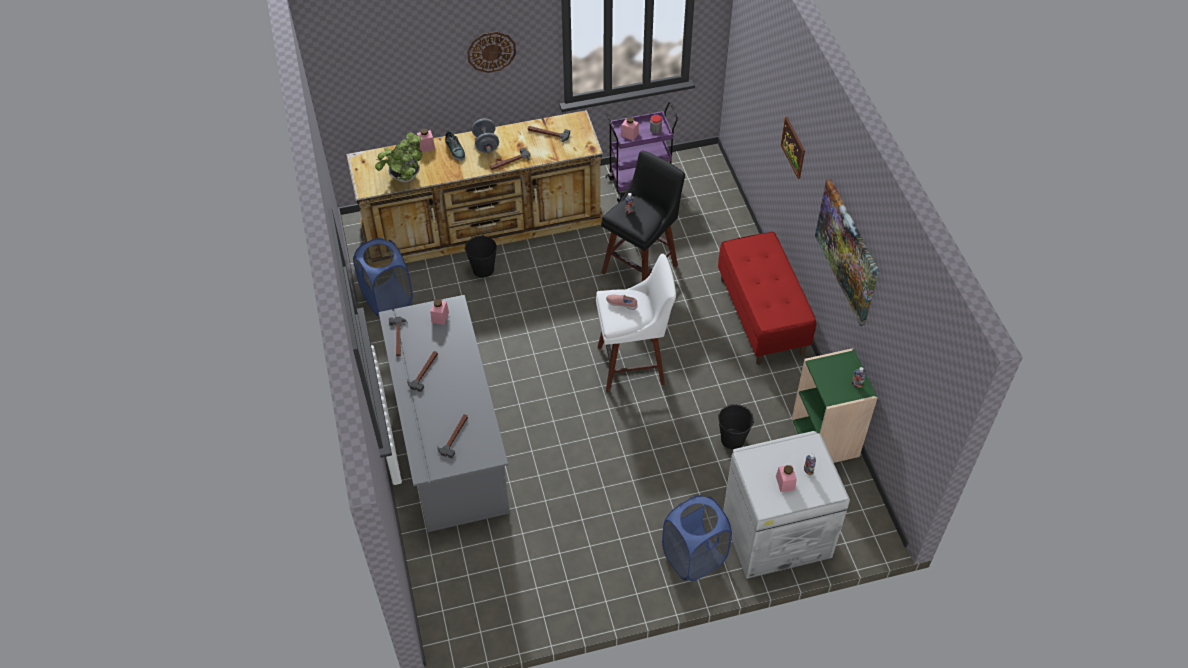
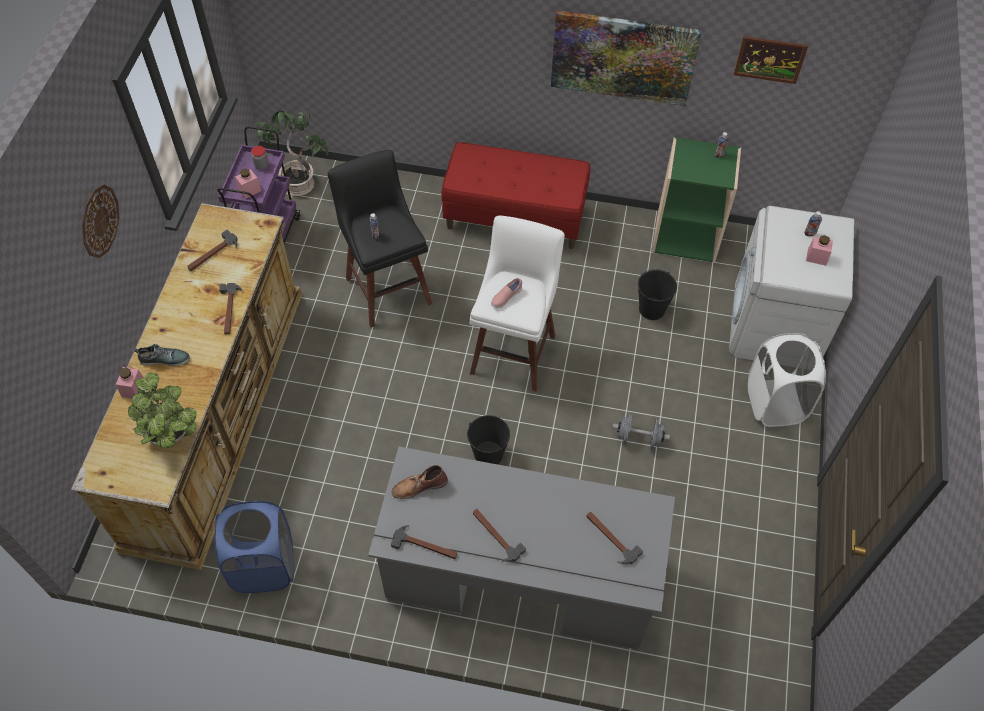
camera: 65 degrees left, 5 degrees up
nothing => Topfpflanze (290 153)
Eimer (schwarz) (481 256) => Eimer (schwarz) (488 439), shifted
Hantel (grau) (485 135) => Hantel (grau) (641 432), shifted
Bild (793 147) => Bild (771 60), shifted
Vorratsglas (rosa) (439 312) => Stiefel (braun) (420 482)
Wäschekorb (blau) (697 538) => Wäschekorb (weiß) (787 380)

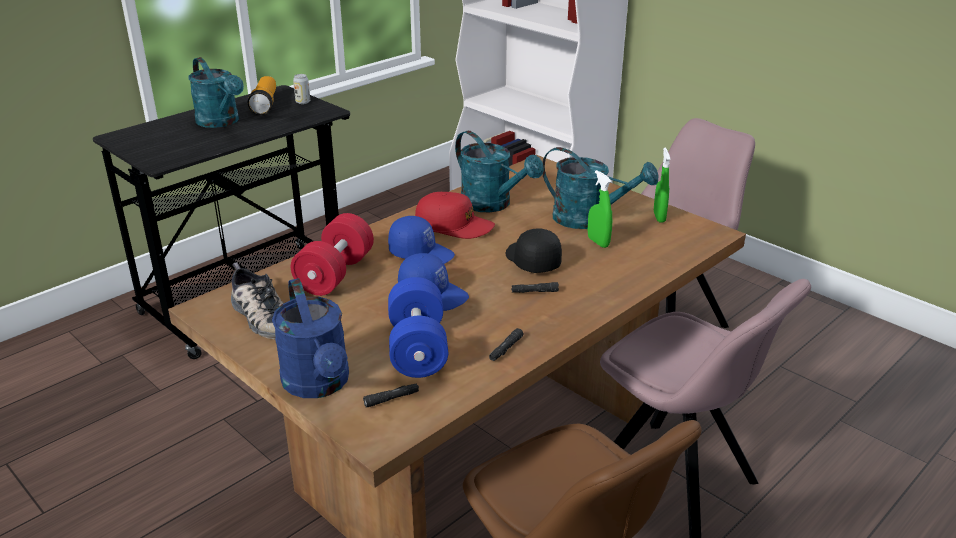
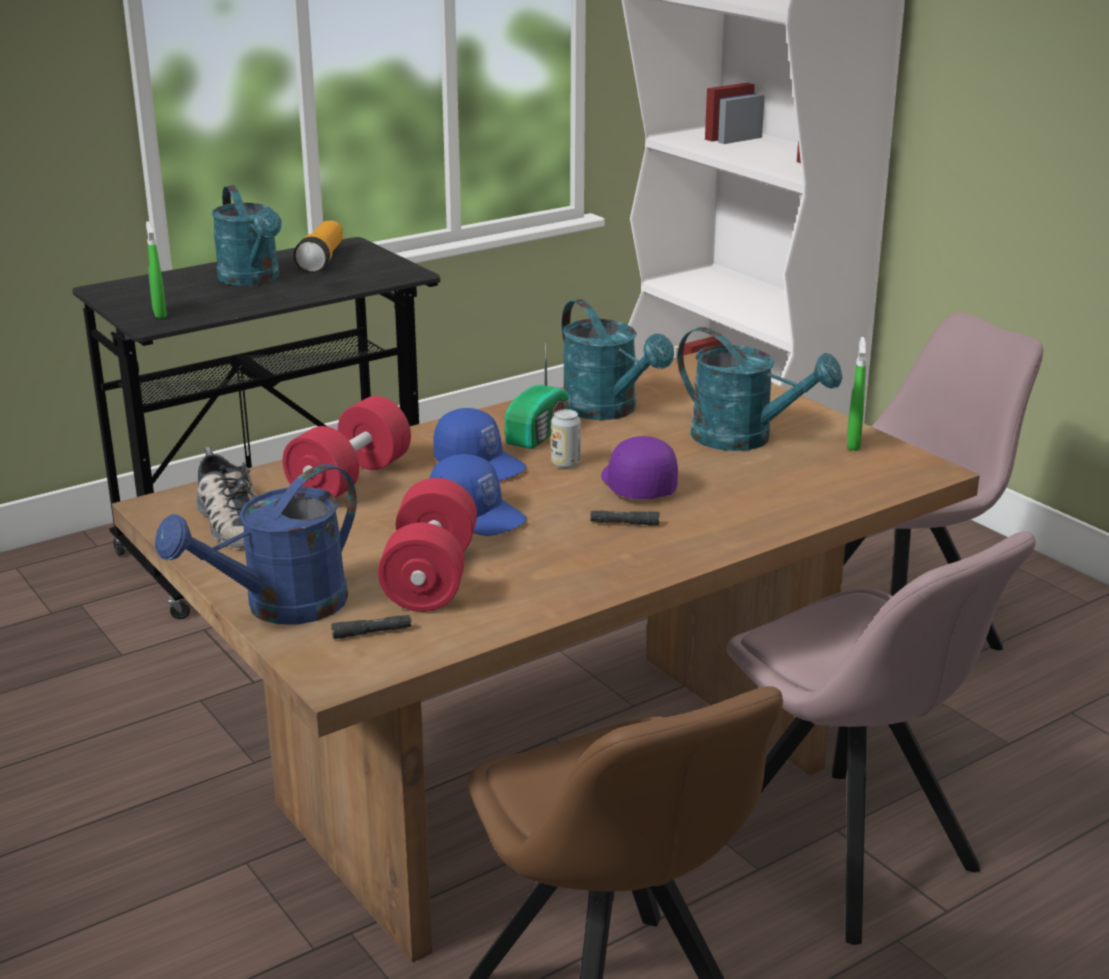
camera: 10 degrees right, 5 degrees down
Taschenlampe (schwarz) (506 344) => nothing
Dose (301 89) => Dose (566 438), shifted
Sprühflasche (grün) (600 209) => Sprühflasche (grün) (156 270), shifted
Kappe (rot) (455 215) => Radio (537 395)
Hantel (blau) (418 327) => Hantel (rot) (427 545)
Kappe (schwarz) (534 250) => Kappe (lila) (639 467)
Gießkanne (blau) (310 338) => Gießkanne (blau) (256 544), 60 degrees clockwise

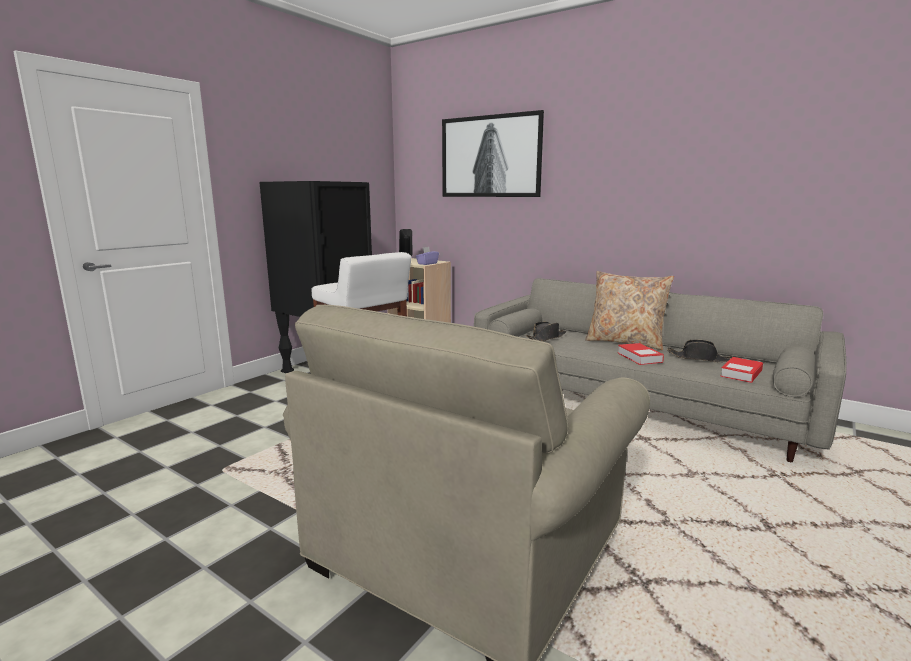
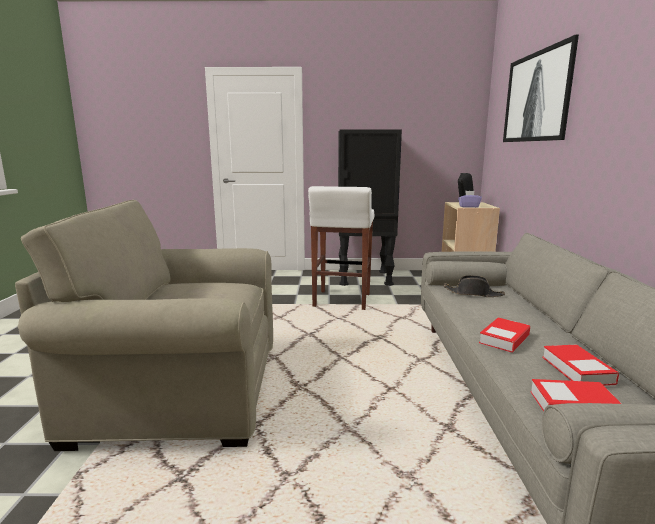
camera: 55 degrees right, 0 degrees up
Kissen (beige) (629 310) => nothing
Hut (schwarz) (699 351) => Buch (580 365)

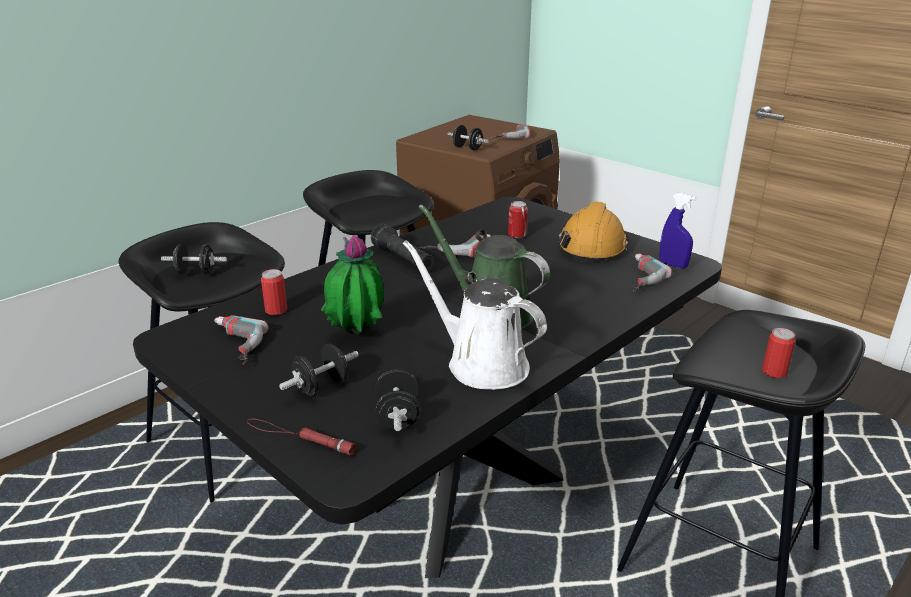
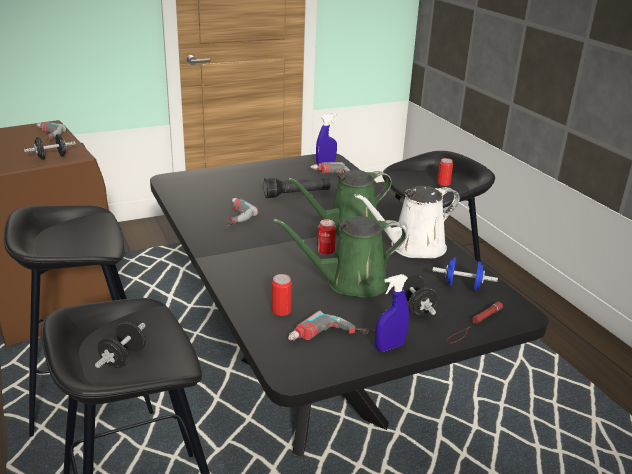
camera: 70 degrees left, 0 degrees up
Schutzhelm (orange) (593 232) => nothing
nothing => Sprühflasche (blau) (392 312)
Taschenlampe (schwarz) (402 246) => Taschenlampe (schwarz) (297 187), shifted
Dose (518 219) => Dose (326 237), shifted
Topfpflanze (352 285) => Gießkanne (grün) (340 257)
Hantel (schwarz) (398 400) => Hantel (blau) (465 274)

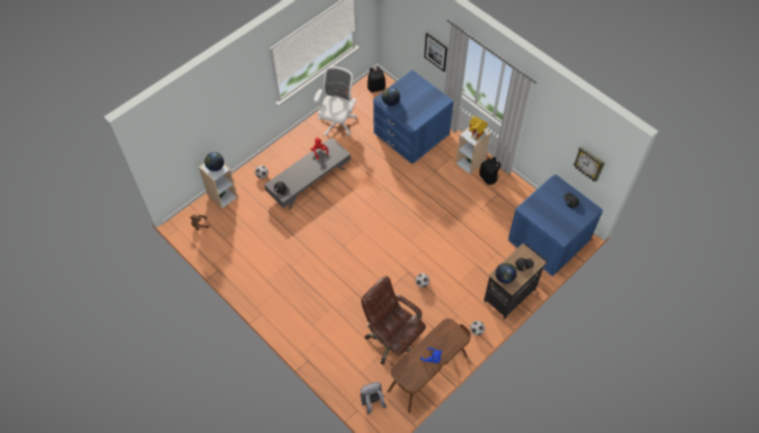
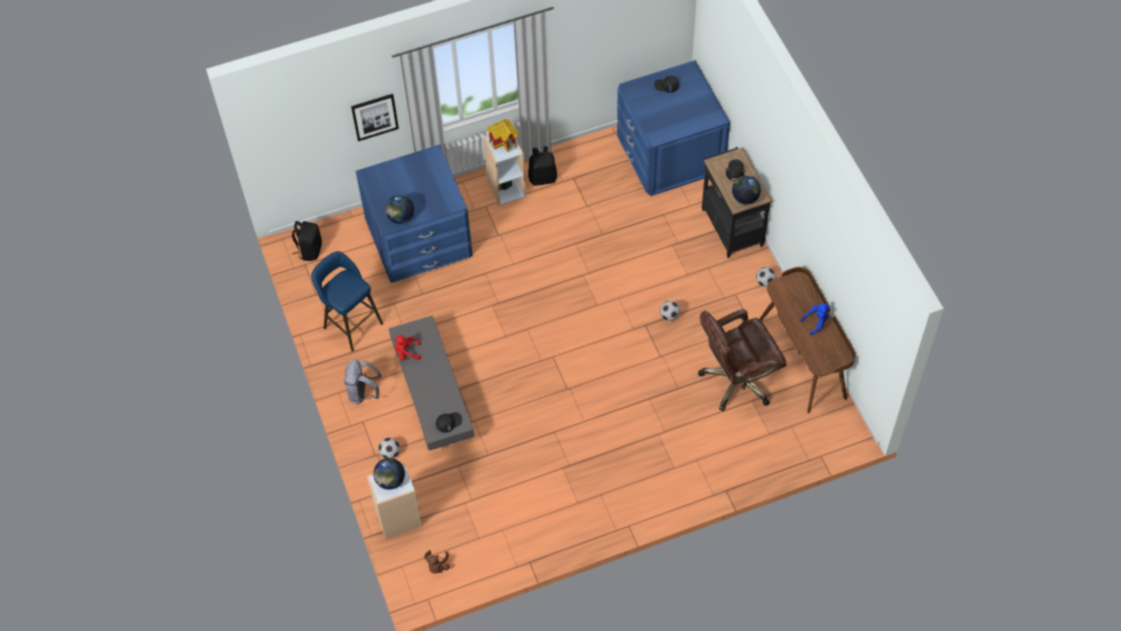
camera: 65 degrees left, 0 degrees up
Wanduhr (589 164) => nothing
Rucksack (grau) (373 398) => Rucksack (grau) (363 381), shifted
Bürostuhl (weiß) (335 101) => Hocker (blau) (347 301)

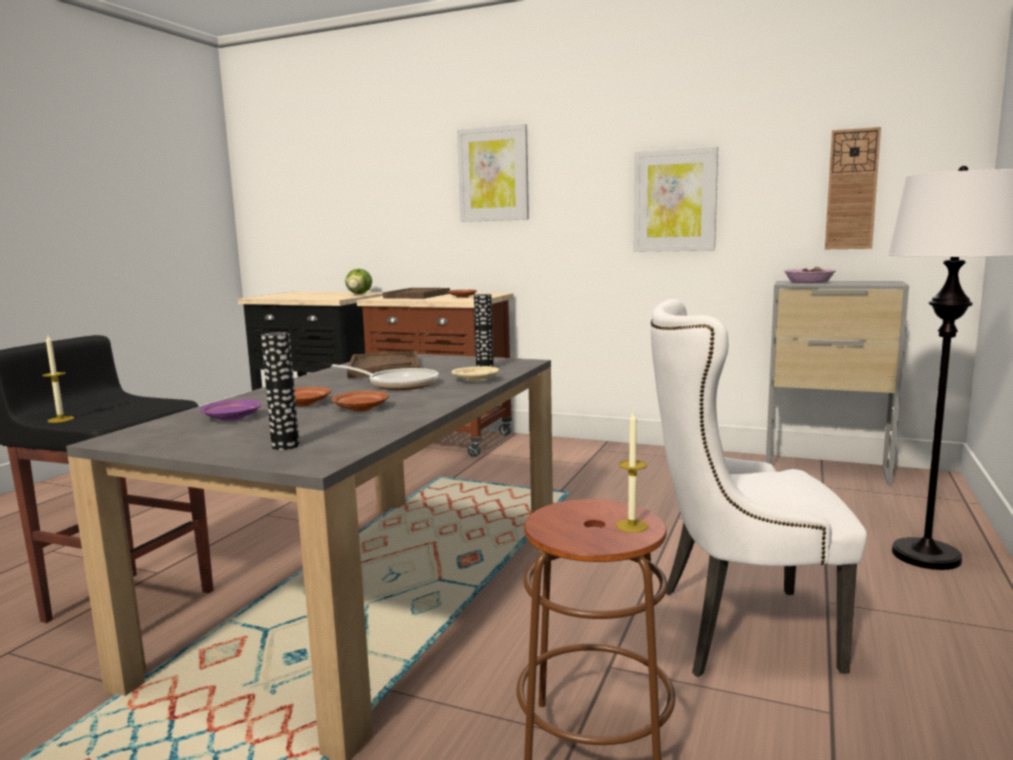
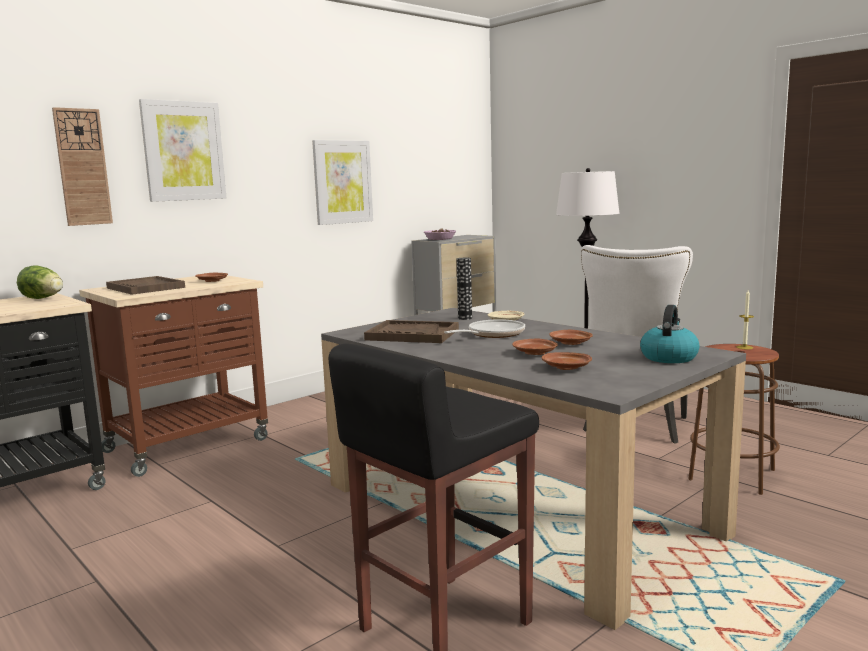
camera: 65 degrees left, 0 degrees up
Kerze (58 379) => nothing
Wanduhr (853 188) => Wanduhr (82 166), shifted
Vase (280 391) => Wasserkessel (669 334)
Teller (lila) (230 410) => Teller (braun) (567 361)

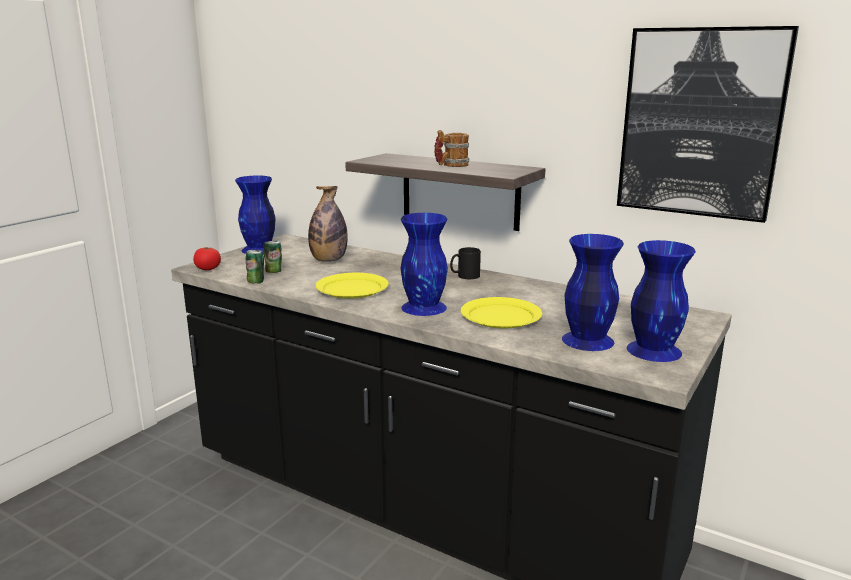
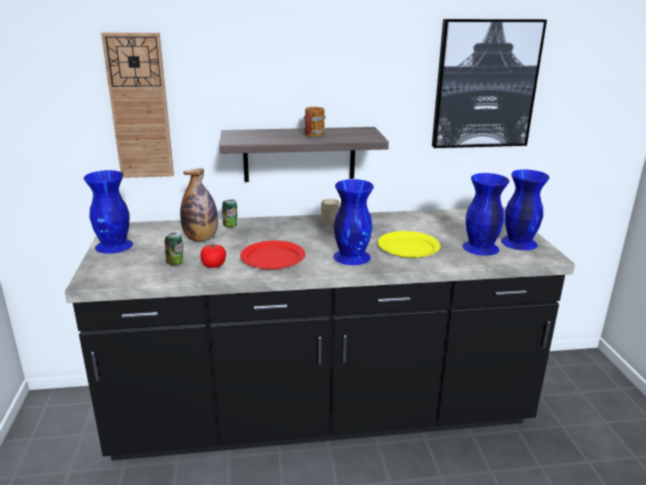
camera: 40 degrees left, 5 degrees up
nothing => Wanduhr (137 105)
Tomate (207 258) => Tomate (213 256), shifted
Dose (255 266) => Dose (229 213), shifted
Teller (gelb) (352 285) => Teller (rot) (272 255)
Henkelbecher (schwarz) (465 263) => Henkelbecher (beige) (330 212)

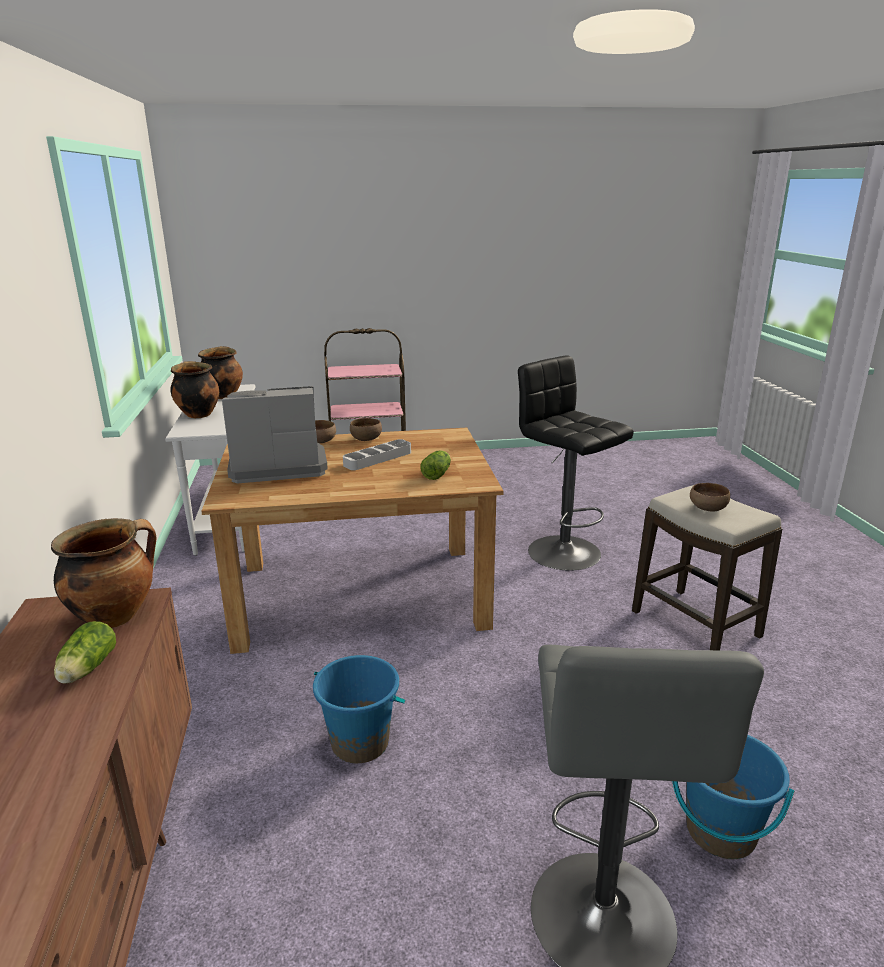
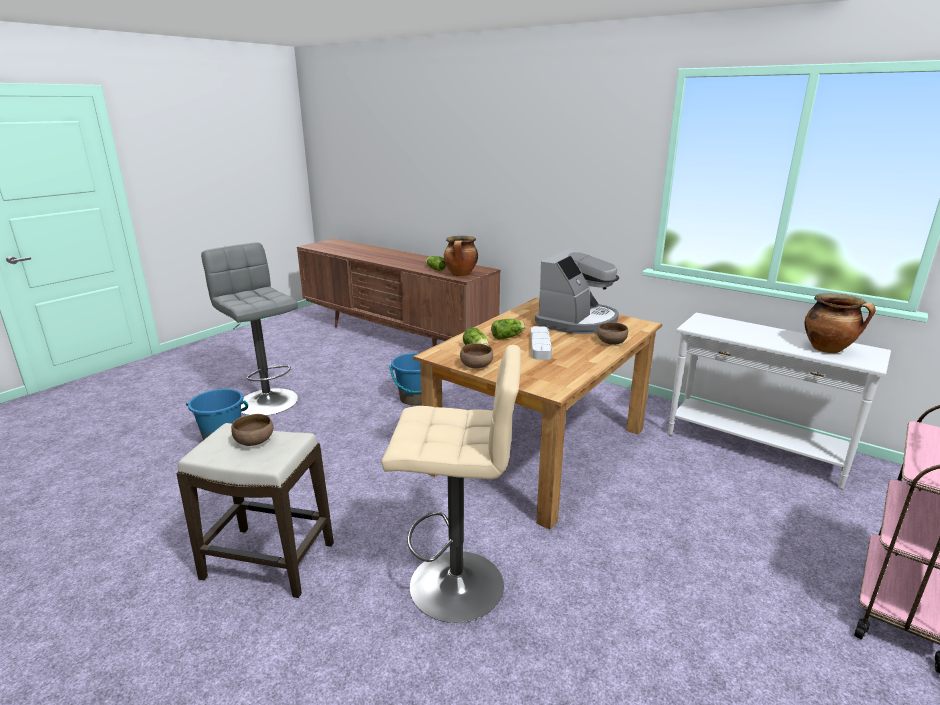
camera: 135 degrees right, 0 degrees up
Kochtopf (194 389) => nothing
nothing => Salatkopf (508 329)
Schüssel (braun) (366 429) => Schüssel (braun) (476 355), shifted
Hocker (schwarz) (576 463) => Hocker (beige) (451 484)

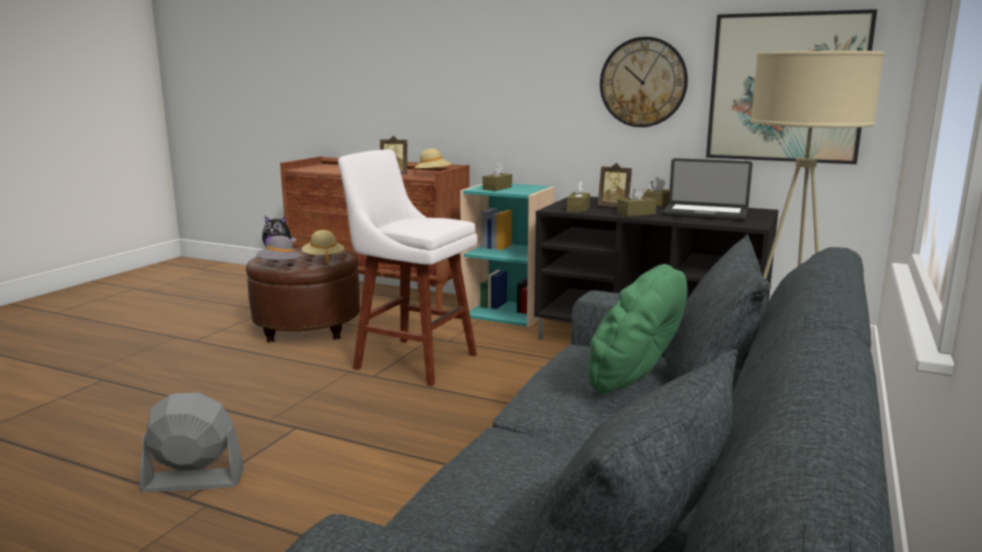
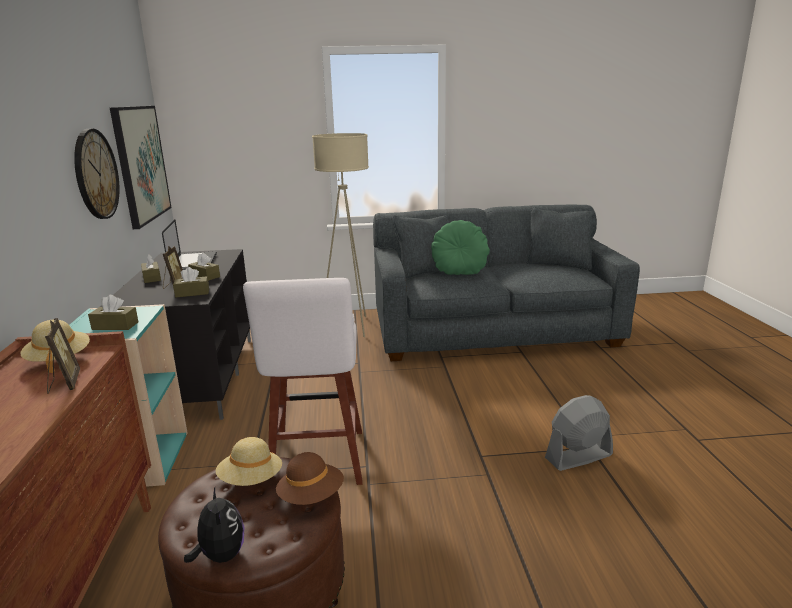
camera: 120 degrees left, 5 degrees up
Hut (grau) (279 249) => Hut (braun) (310 478)
Ventilator (grau) (191 442) => Ventilator (grau) (579 433), 105 degrees clockwise

